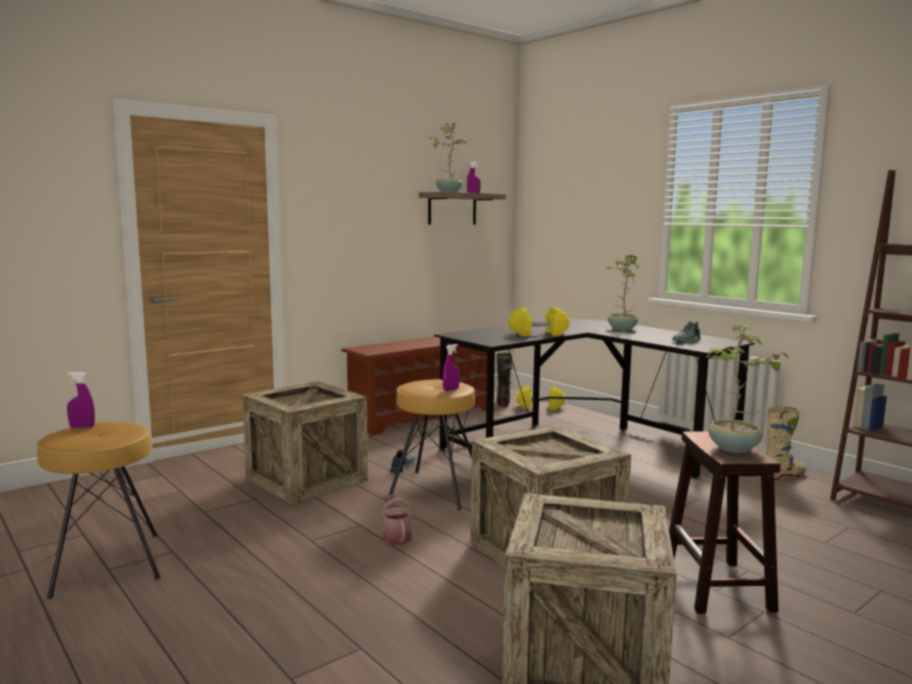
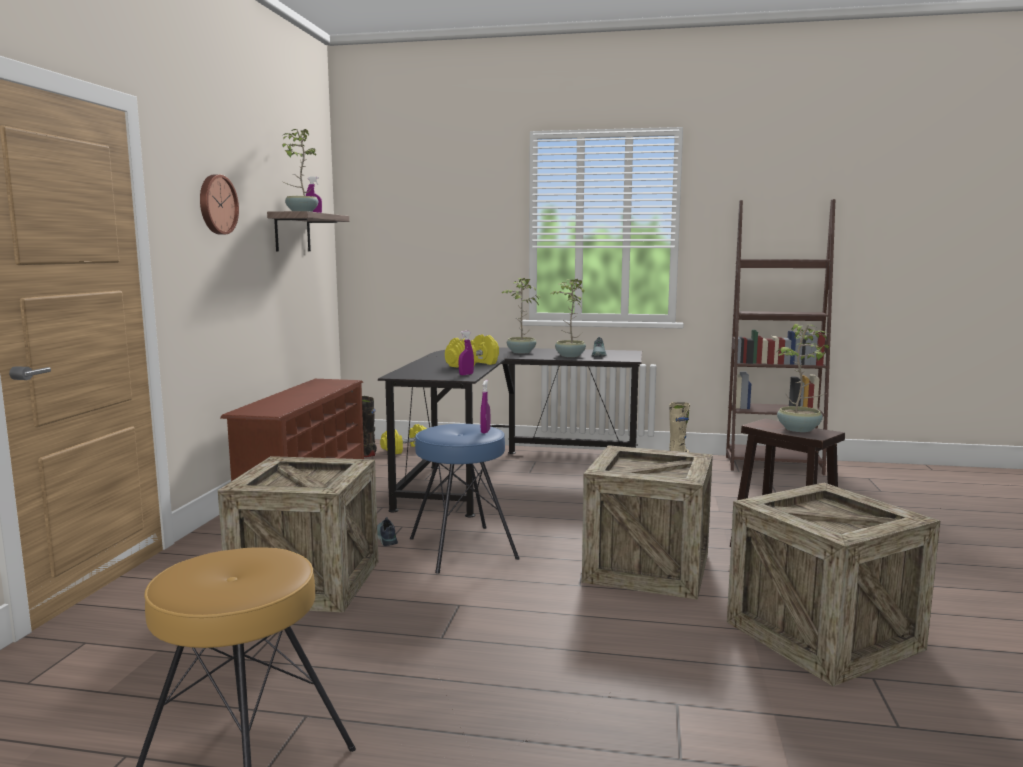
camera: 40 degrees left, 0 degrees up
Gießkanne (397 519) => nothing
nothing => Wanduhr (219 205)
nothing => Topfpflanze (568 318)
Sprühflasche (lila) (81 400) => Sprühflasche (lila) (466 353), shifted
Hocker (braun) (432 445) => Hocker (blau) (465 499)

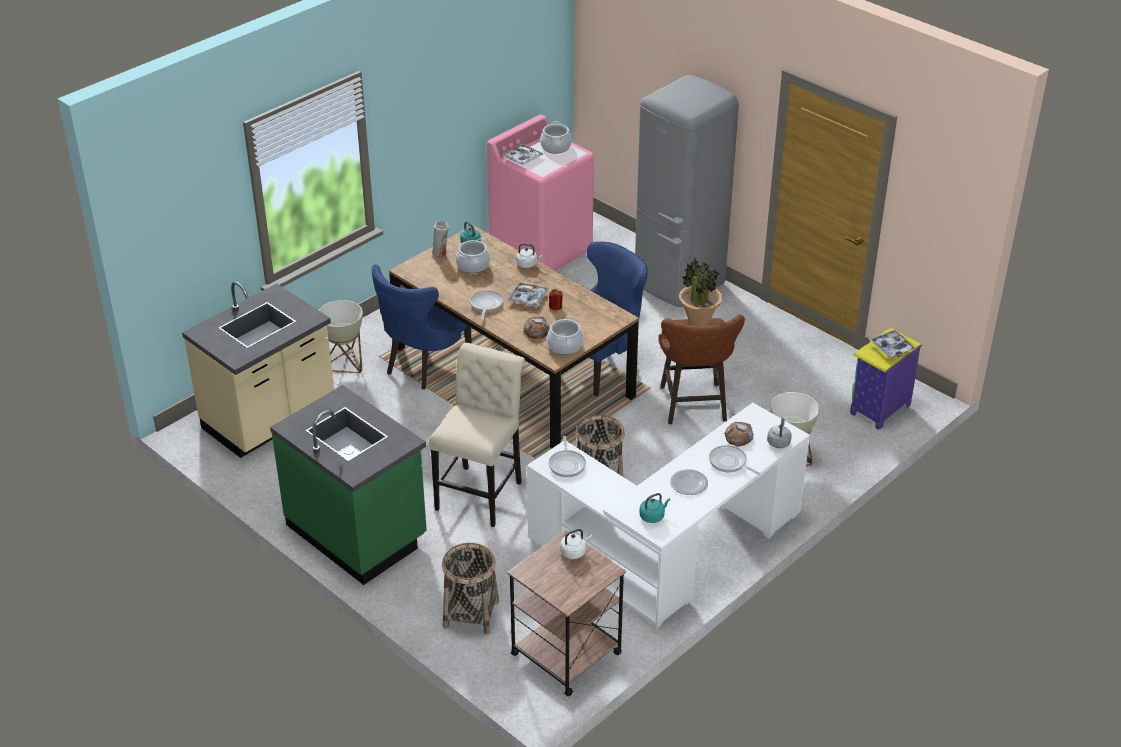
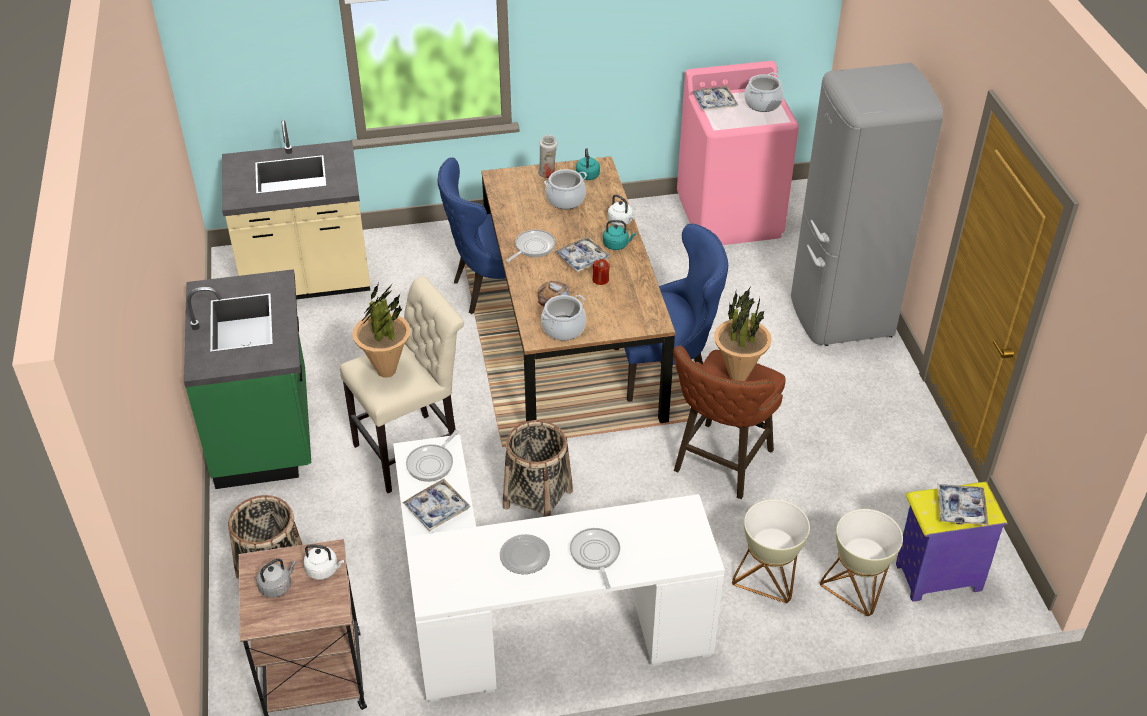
camera: 35 degrees right, 5 degrees up
Brot (738 434) => nothing
nothing => Topfpflanze (381 330)
nothing => Tablett (436 505)
Pflanzkübel (341 336) => Pflanzkübel (861 562), shifted
Wasserkessel (türkis) (654 508) => Wasserkessel (türkis) (619 235), shifted
Wasserkessel (grau) (779 433) => Wasserkessel (grau) (276 578), shifted

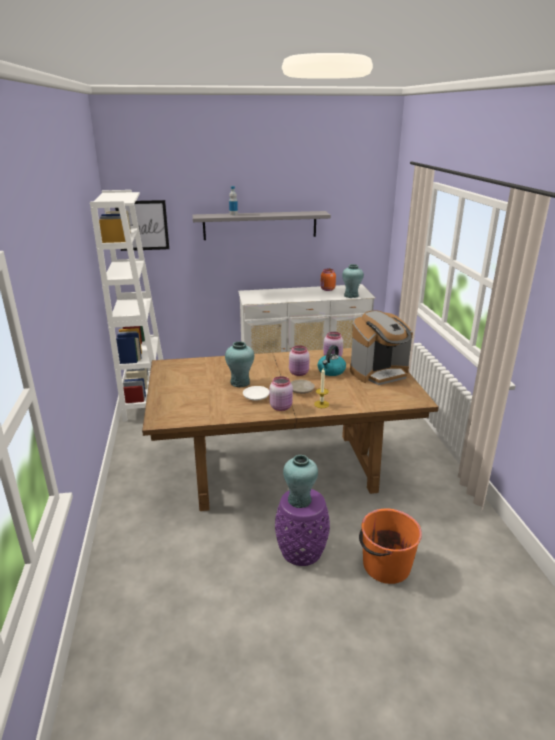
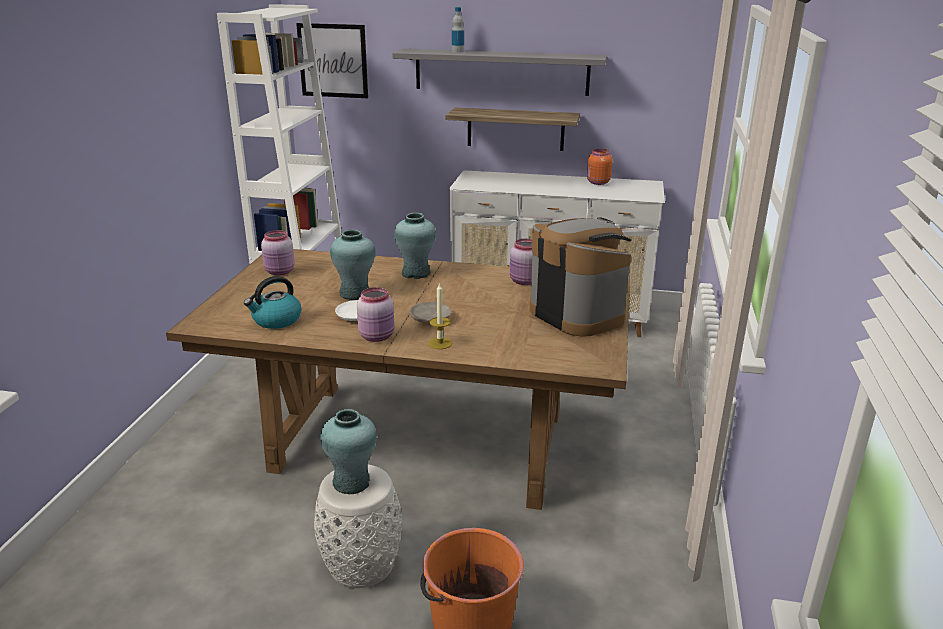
camera: 20 degrees right, 0 degrees up
nothing => Wandregal (512 129)
Vorratsglas (rosa) (299 360) => Vorratsglas (rosa) (278 253), shifted
Wasserkessel (331 360) => Wasserkessel (272 302), shifted
Vase (türkis) (353 281) => Vase (türkis) (415 246), shifted
Hocker (lila) (302 527) => Hocker (weiß) (358 526)
Kaffeemaschine (381 347) => Kaffeemaschine (581 277), 120 degrees counterclockwise

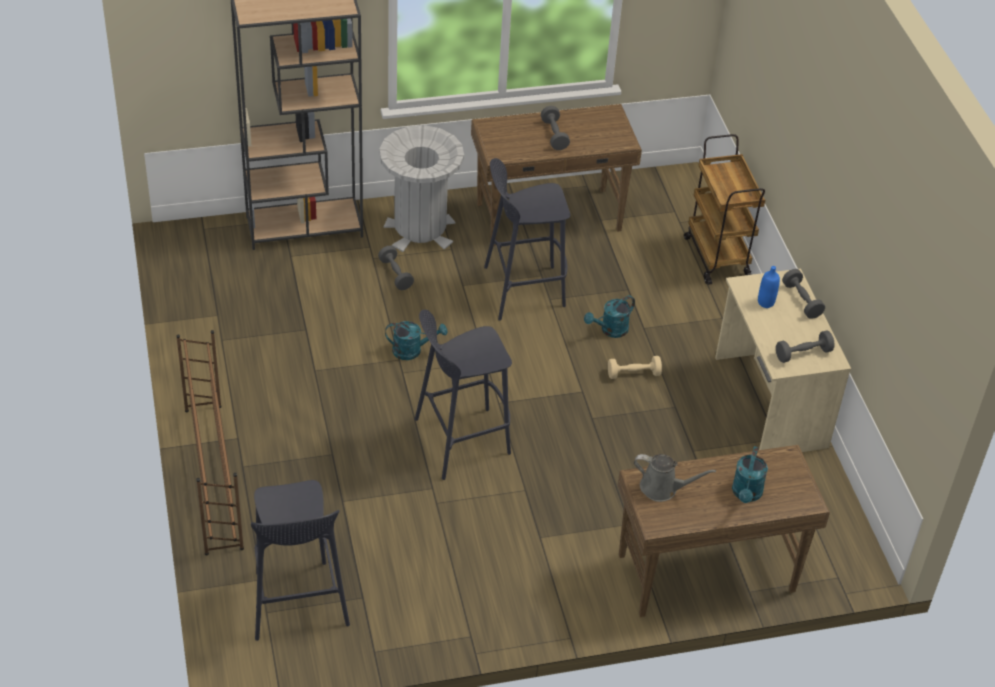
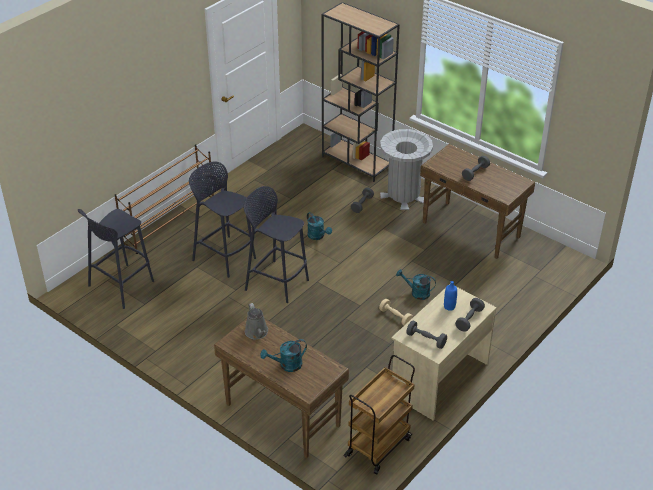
camera: 55 degrees right, 5 degrees down
Hocker (grau) (527 239) => Hocker (grau) (222 220), shifted
Rollwagen (braun) (724 209) => Rollwagen (braun) (379 415), shifted

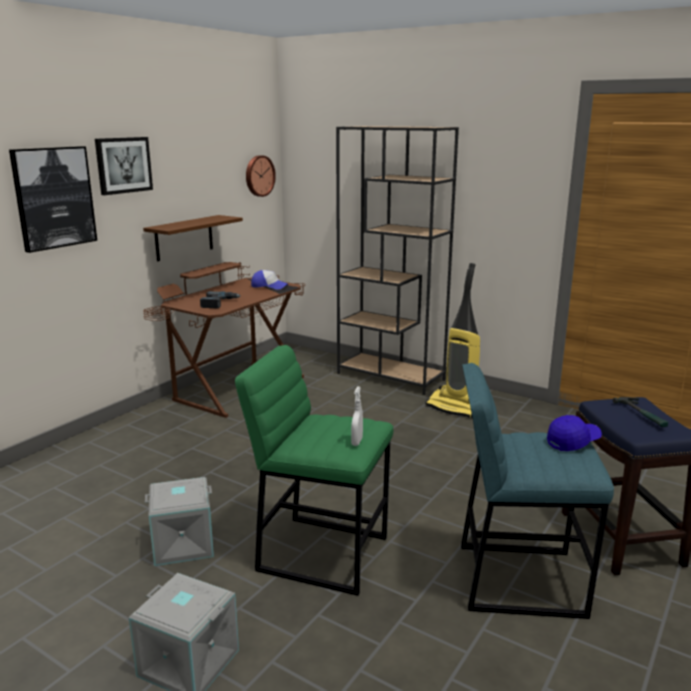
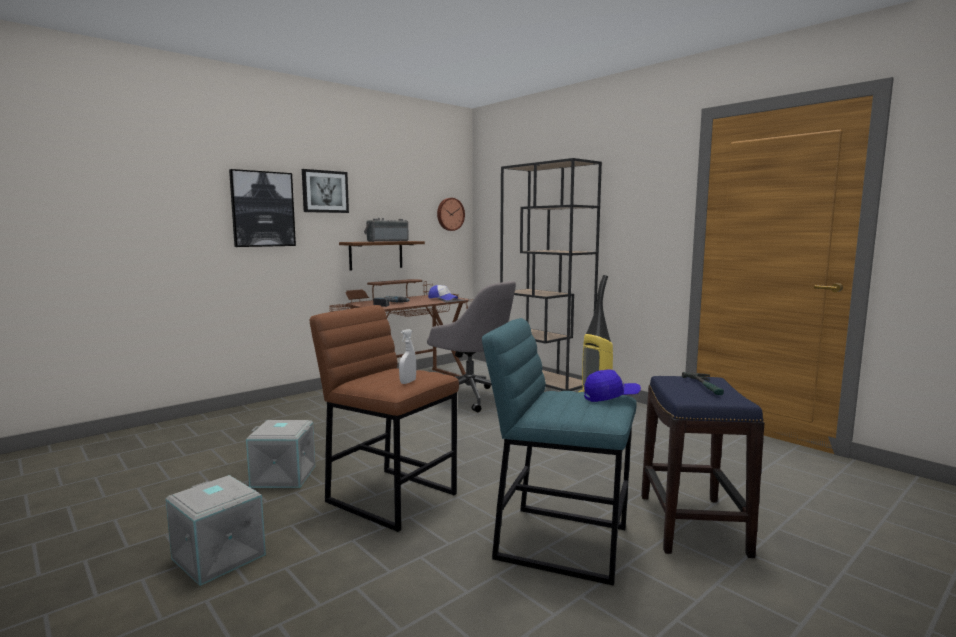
camera: 15 degrees right, 10 degrees down
nothing => Radio (386 230)
nothing => Bürostuhl (grau) (471 346)
Hocker (grün) (314 470) => Hocker (braun) (384 418)

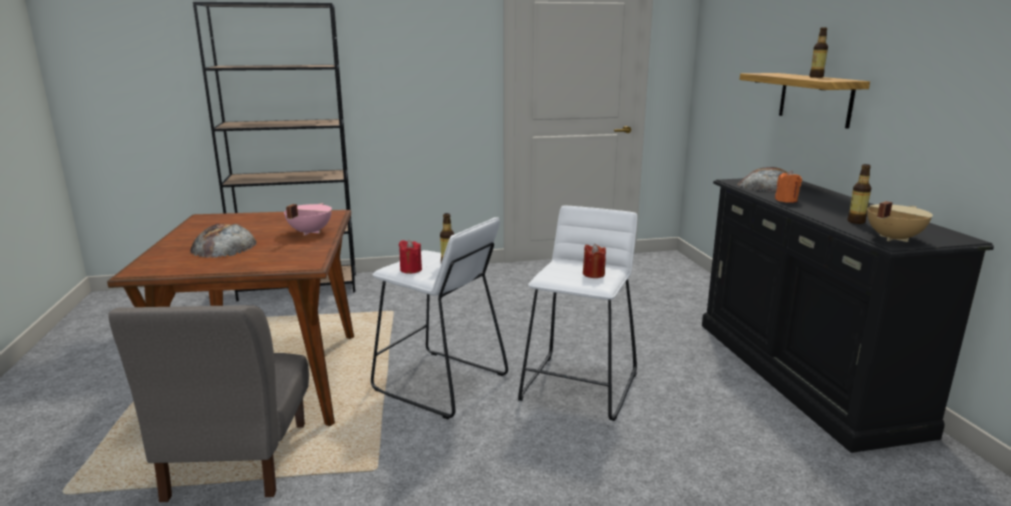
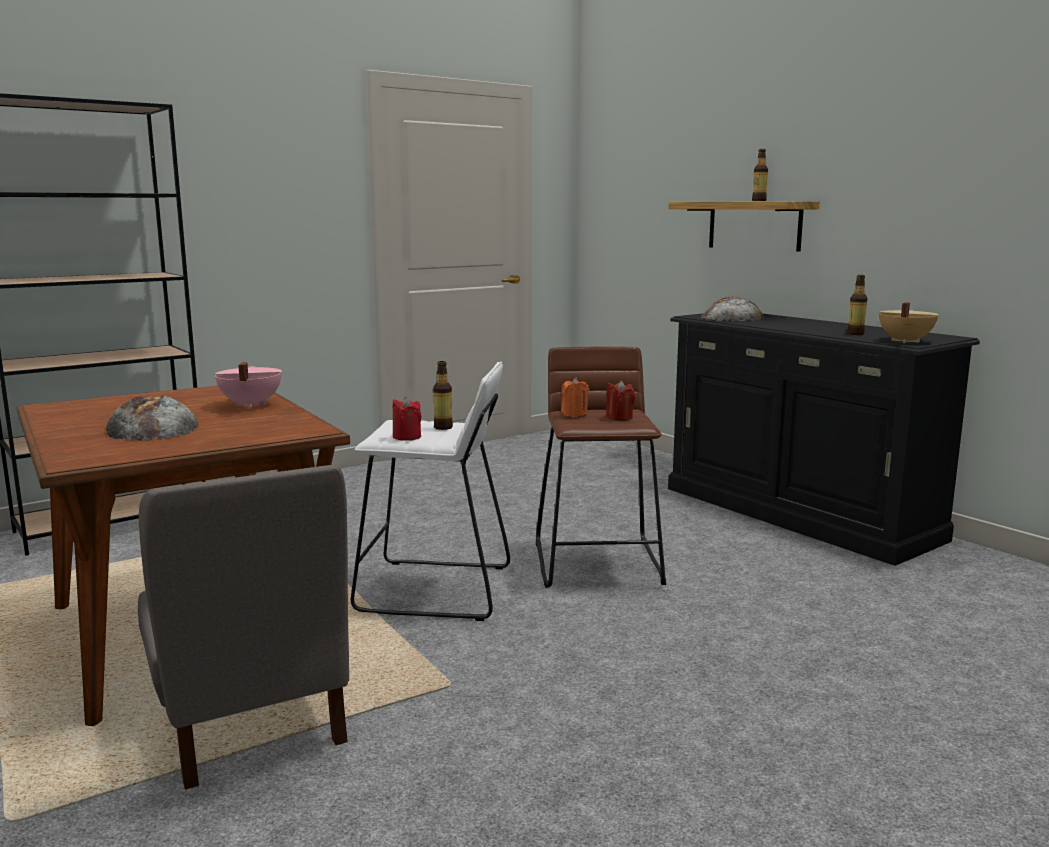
camera: 25 degrees left, 5 degrees down
Kerze (orange) (788 187) => Kerze (orange) (575 397), shifted
Hocker (weiß) (577 313) => Hocker (braun) (601 467)

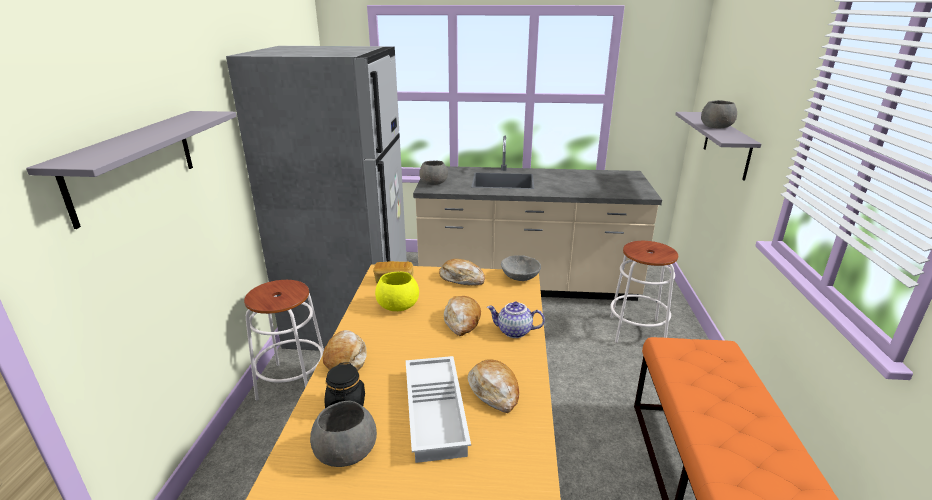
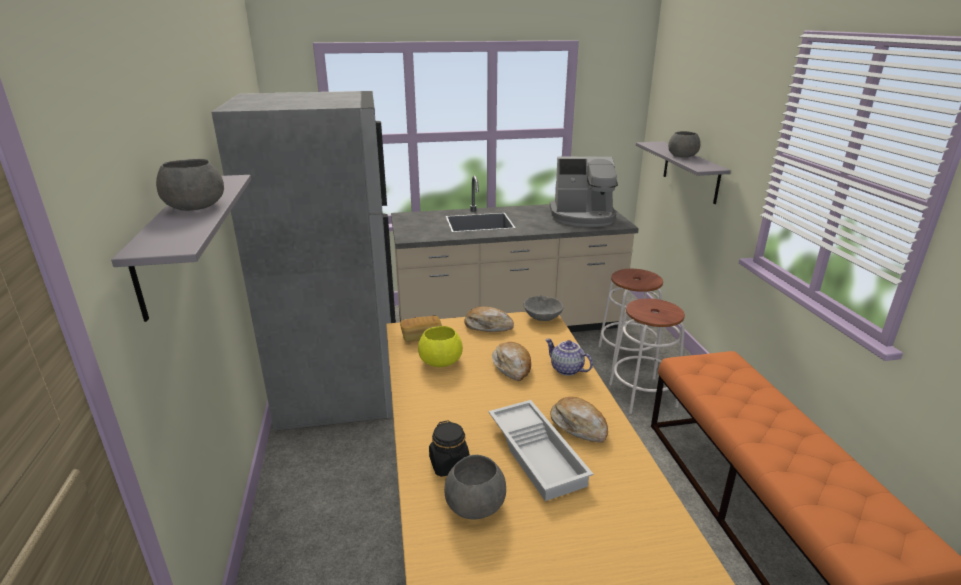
camera: 15 degrees left, 0 degrees up
Brot (344 350) => nothing
nothing => Kaffeemaschine (584 192)
Hocker (weiß) (284 340) => Hocker (weiß) (647 356), shifted
Schüssel (grau) (433 173) => Schüssel (grau) (190 185), shifted
Teekanne (516 319) => Teekanne (569 357), 45 degrees clockwise

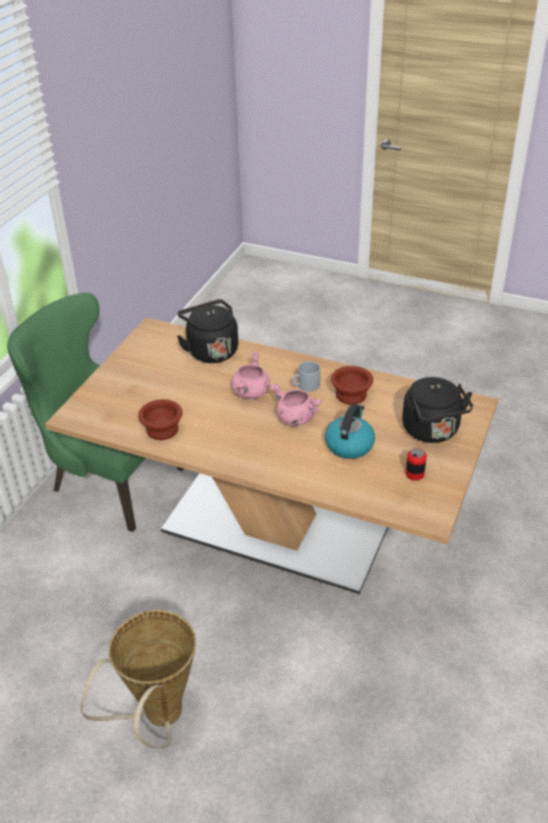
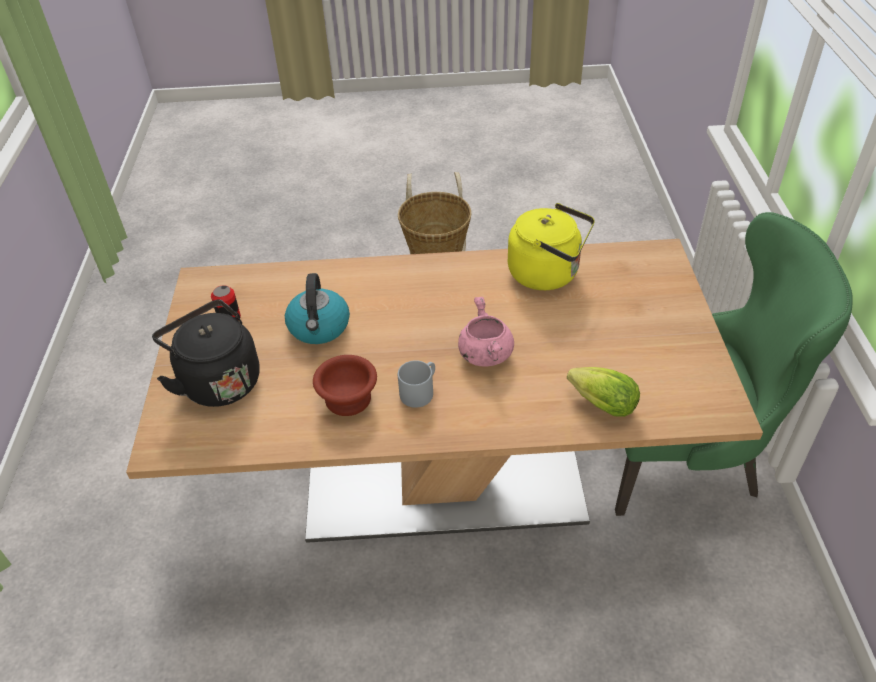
camera: 155 degrees right, 5 degrees up
Kochtopf (rosa) (296 405) => nothing
Schüssel (braun) (160 419) => Wasserkessel (gelb) (551 246)
Wasserkessel (schwarz) (207 331) => Salatkopf (603 392)

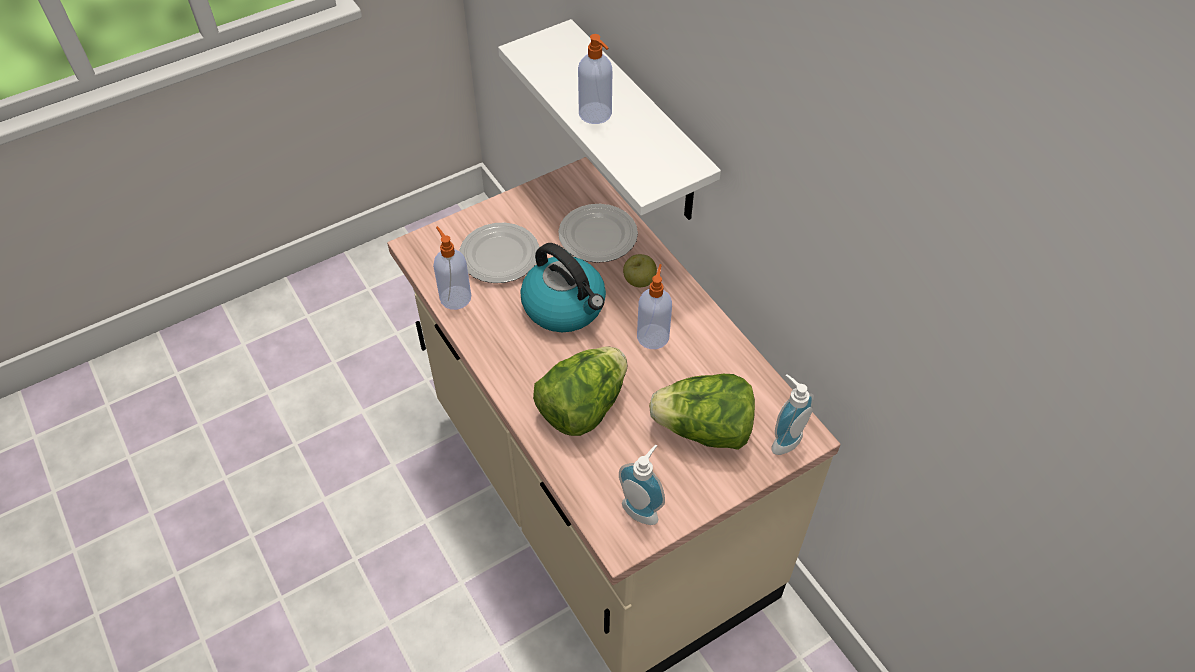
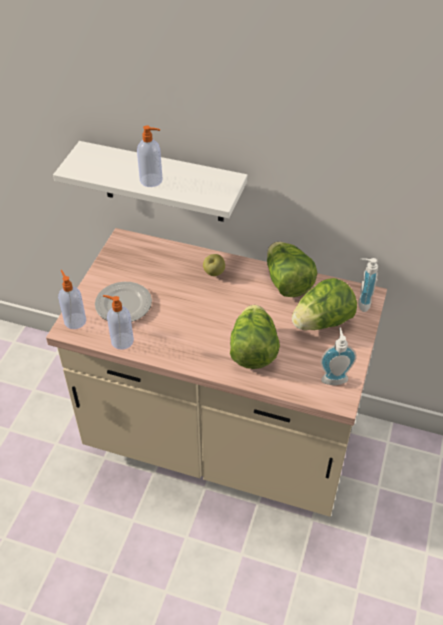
camera: 40 degrees left, 5 degrees down
Wasserkessel (563 287) => nothing
Teller (598 233) => nothing
nothing => Salatkopf (292 269)
Seifenspender (654 306) => Seifenspender (72 299), shifted

